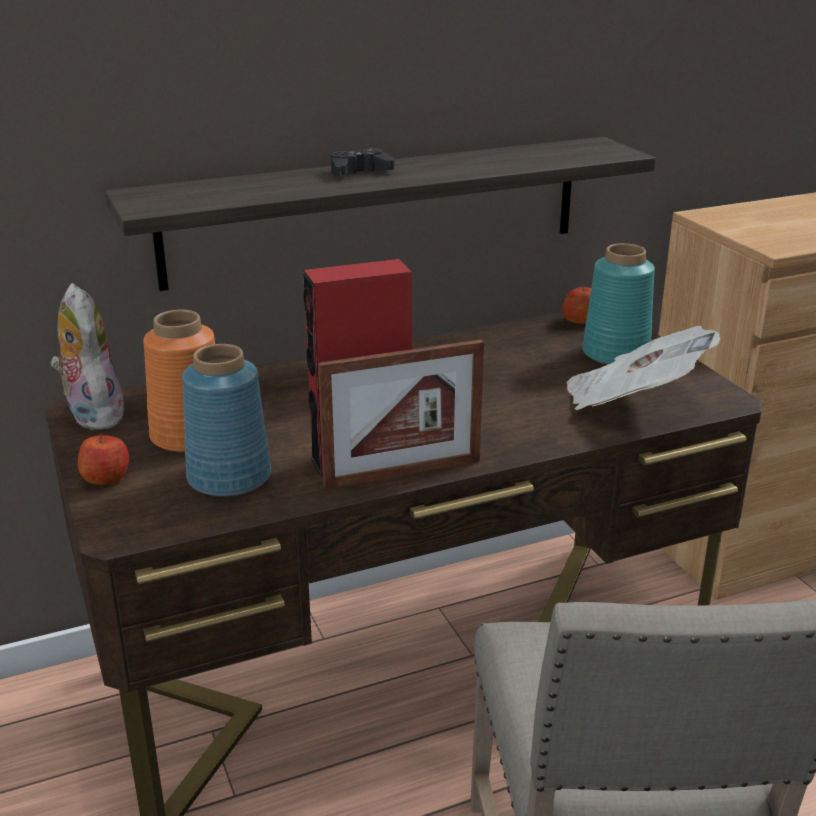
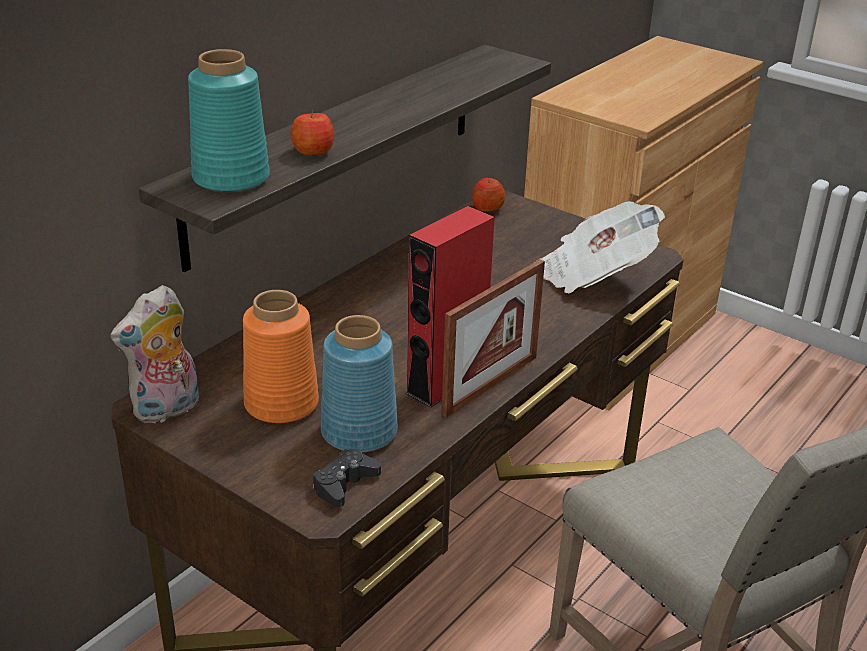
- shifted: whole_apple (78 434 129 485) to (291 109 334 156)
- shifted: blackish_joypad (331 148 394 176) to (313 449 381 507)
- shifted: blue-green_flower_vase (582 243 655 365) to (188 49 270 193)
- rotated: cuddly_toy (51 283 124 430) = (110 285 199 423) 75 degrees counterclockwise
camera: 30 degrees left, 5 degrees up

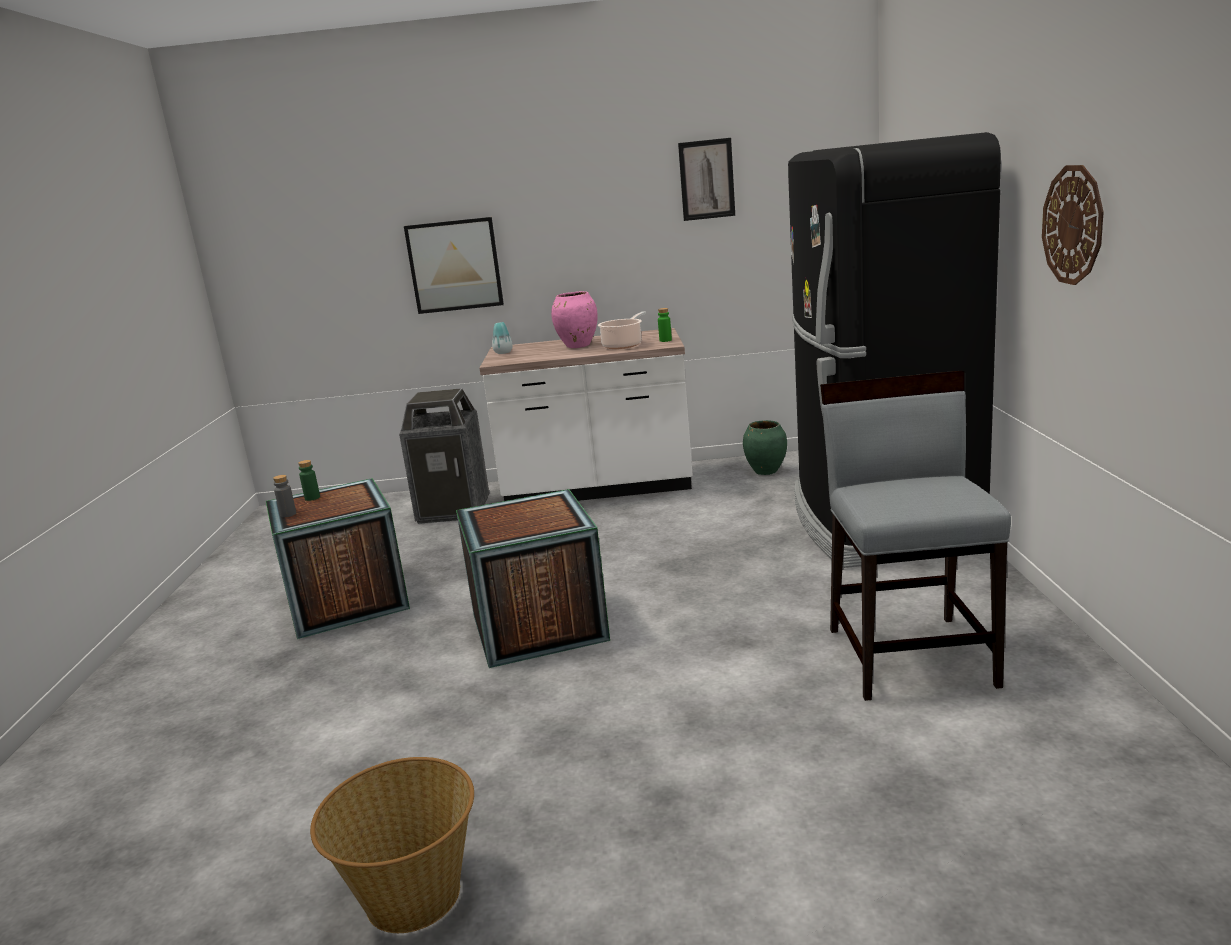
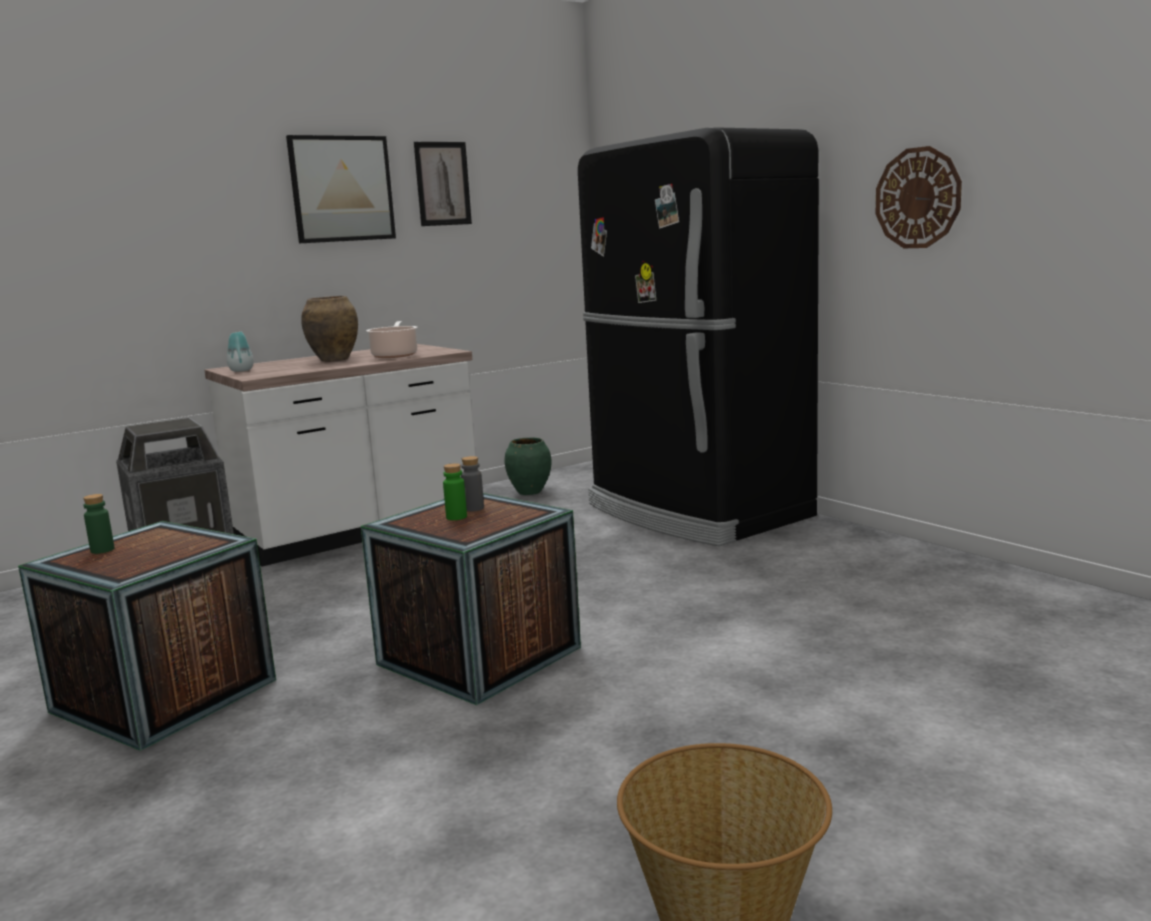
- gone: grey_chair (820 371 1011 701)
- shifted: grey_bottle (273 475 296 517) to (461 456 484 512)
- shifted: wall_picture (404 217 504 314) to (286 135 396 243)
- shifted: greenish_bottle (658 308 672 342) to (443 463 467 520)
- repainted: pinkish_flower_vase (551 291 598 348) to brownish_flower_vase (301 296 358 362)
camera: 35 degrees left, 5 degrees down

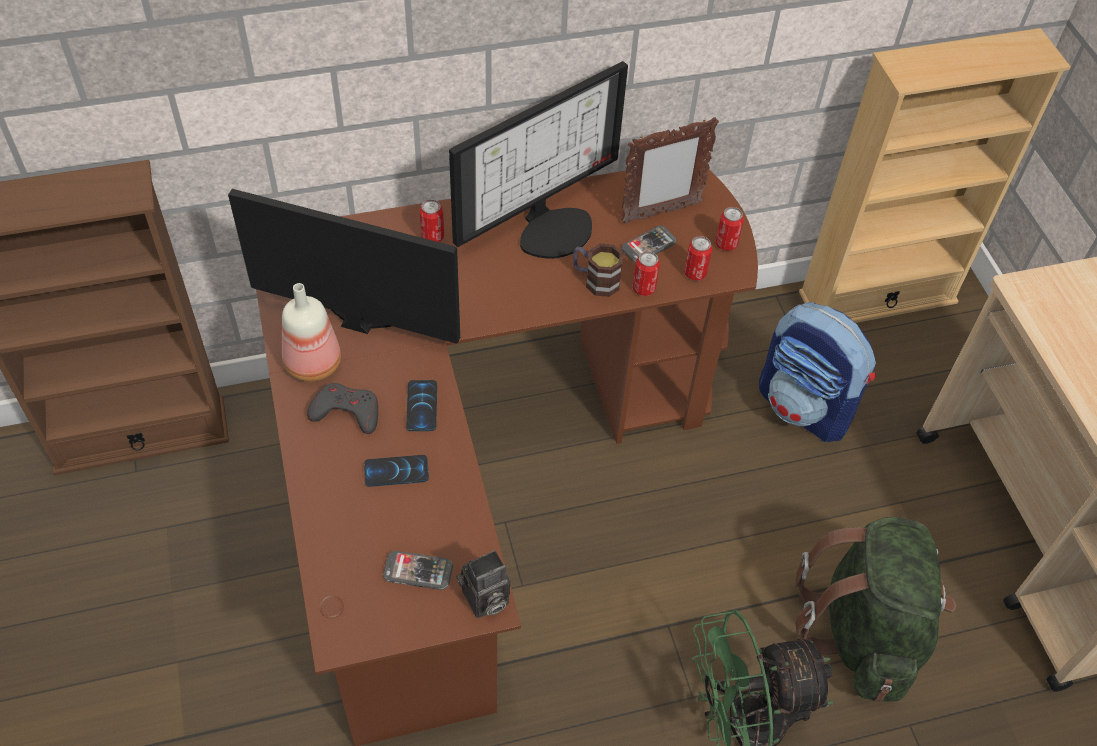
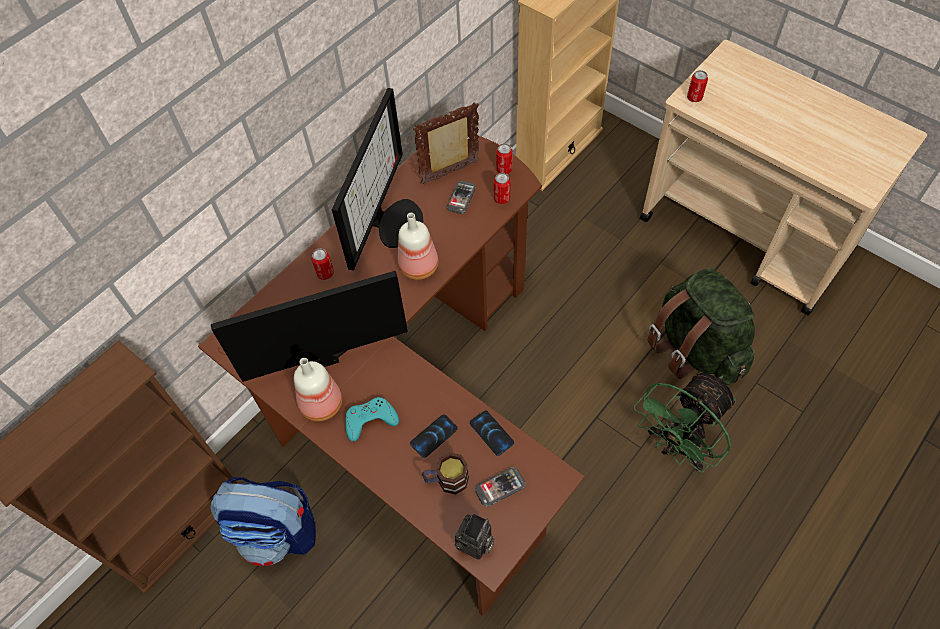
- new: bottle (398 213 438 280)
- shifted: handset (406 380 438 431) to (470 410 514 456)
- shifted: photo_camera (456 550 510 618) to (455 513 494 560)
- shifted: mug (573 243 623 297) to (422 452 469 495)
- shifted: sealed_can (633 251 660 296) to (687 70 708 102)
- shifted: backpack (759 302 876 442) to (210 477 316 566)
- repainted: grey_joypad (307 383 378 434) to blue-green_joypad (345 397 399 442)
- rotated: photo_frame (621 117 719 224) = (413 102 479 185) 150 degrees counterclockwise
camera: 30 degrees left, 5 degrees up

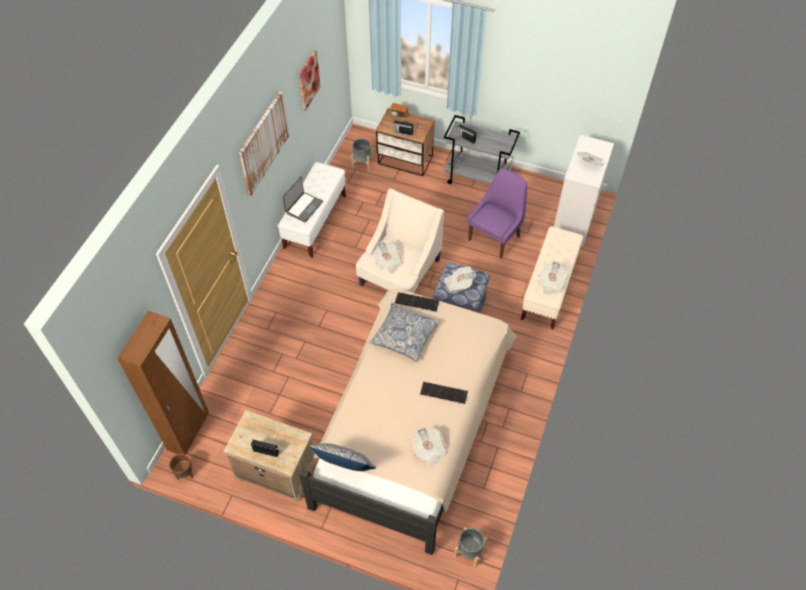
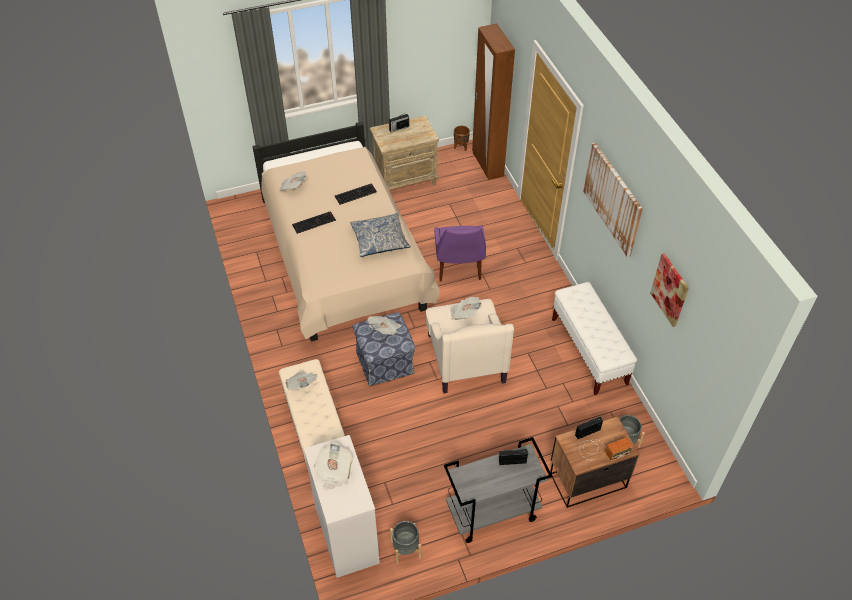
- gone: portable_computer (282 176 323 222)
- gone: pillow (309 443 376 471)
- shifted: computer_keyboard (395 292 439 312) to (335 183 377 205)
- shifted: grey_flower_pot (454 527 487 567) to (390 521 421 564)
- shifted: purplish_chair (467 169 527 258) to (434 225 486 282)
camera: 140 degrees right, 5 degrees down

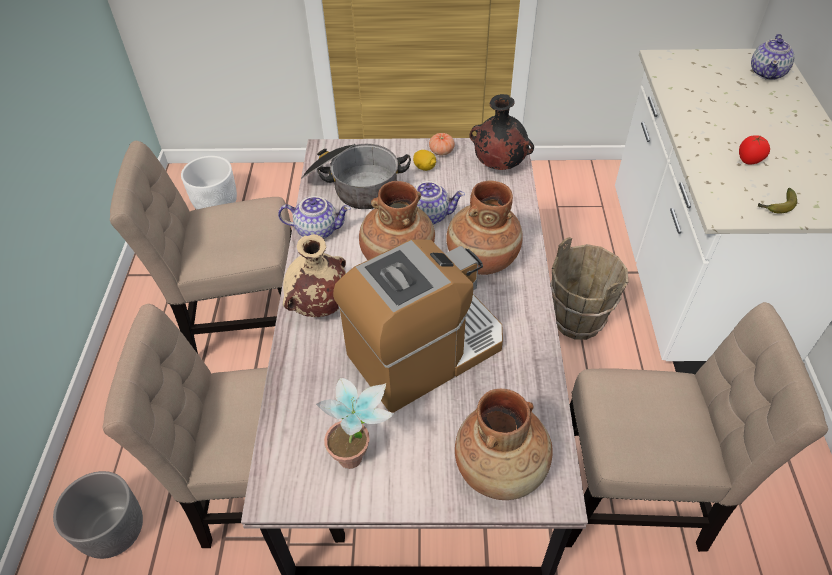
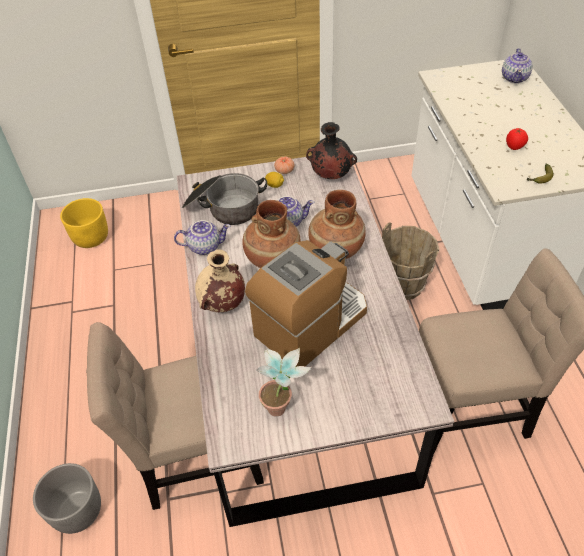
- gone: beige-coloured_chair (110 141 292 353)
- gone: brownish_flower_vase (455 389 552 500)
- repainted: white_flower_pot (181 156 237 210) to yellowish_flower_pot (60 198 108 248)
camera: 10 degrees left, 0 degrees up

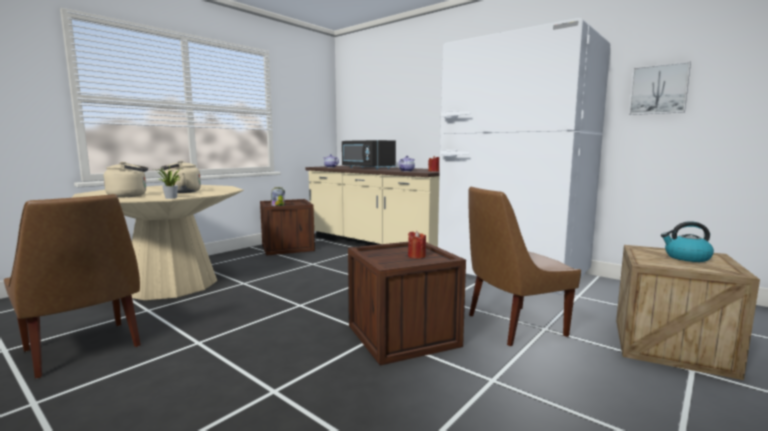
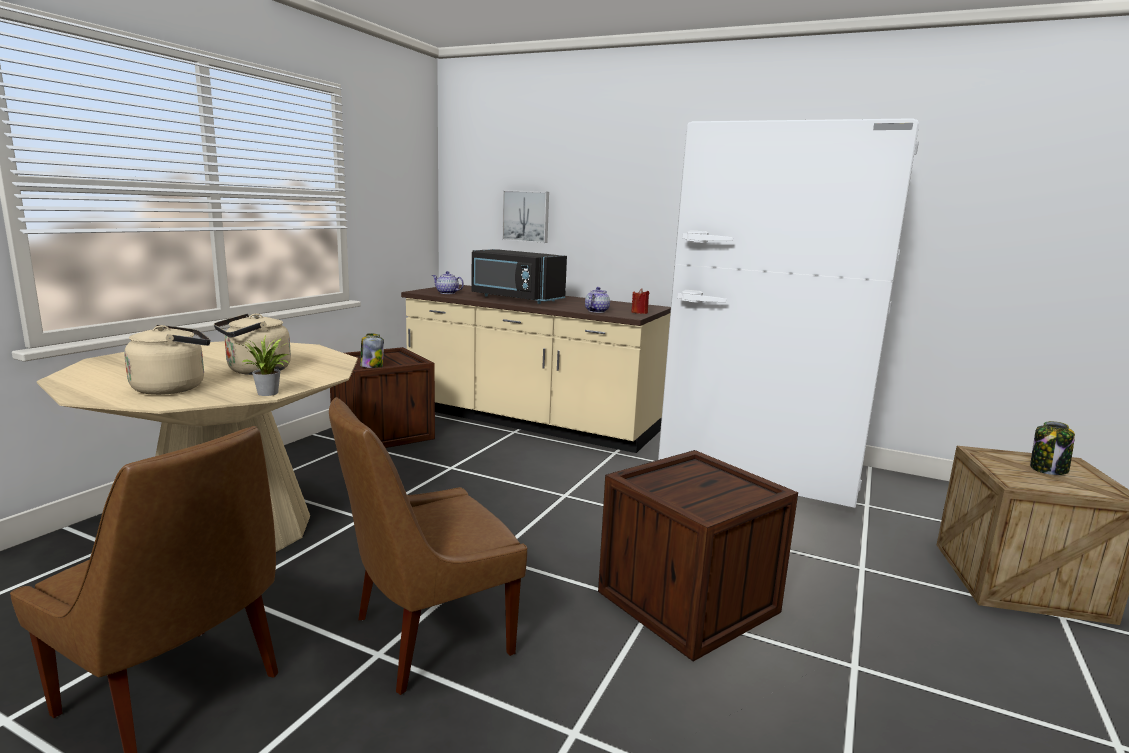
- gone: red-coloured_wax_light (408 231 426 259)
- shifted: brownish_chair (468 186 581 346) to (329 397 527 695)
- shifted: wall_picture (629 61 691 115) to (502 190 549 243)
- swapped: water_kettle (661 221 714 262) to jar (1030 421 1075 475)
camera: 15 degrees left, 5 degrees up

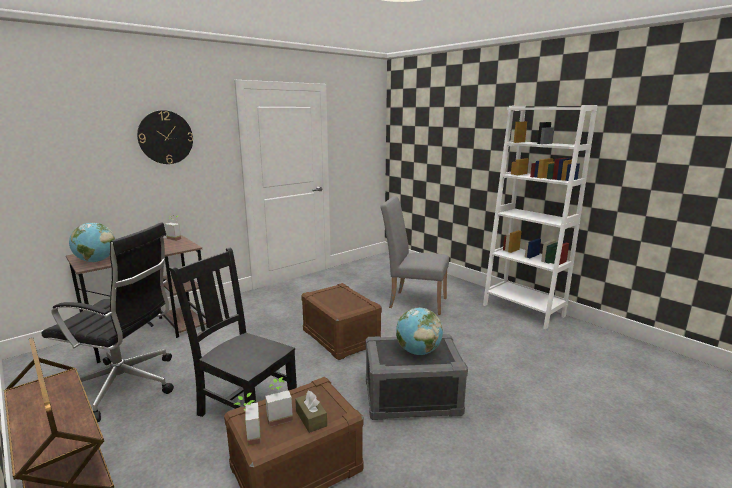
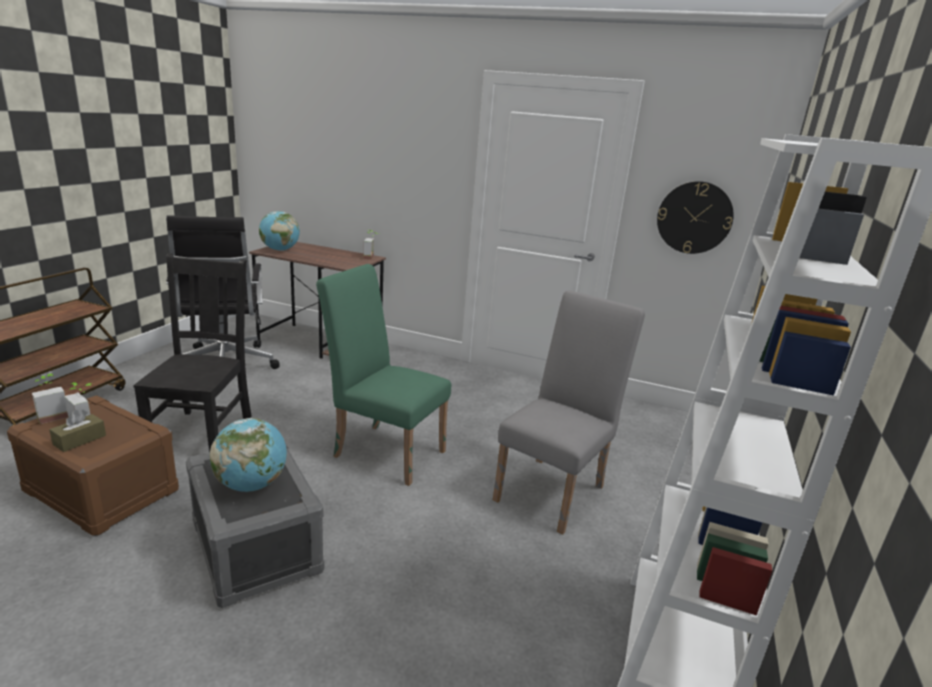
- shifted: hanging_clock (137 110 193 164) to (657 181 734 254)
- swapped: brownish_storage_container (301 283 382 360) to greenish_chair (316 264 451 486)
- rotated: grey_chair (381 196 449 315) = (493 290 645 534) 45 degrees clockwise
camera: 60 degrees right, 5 degrees up

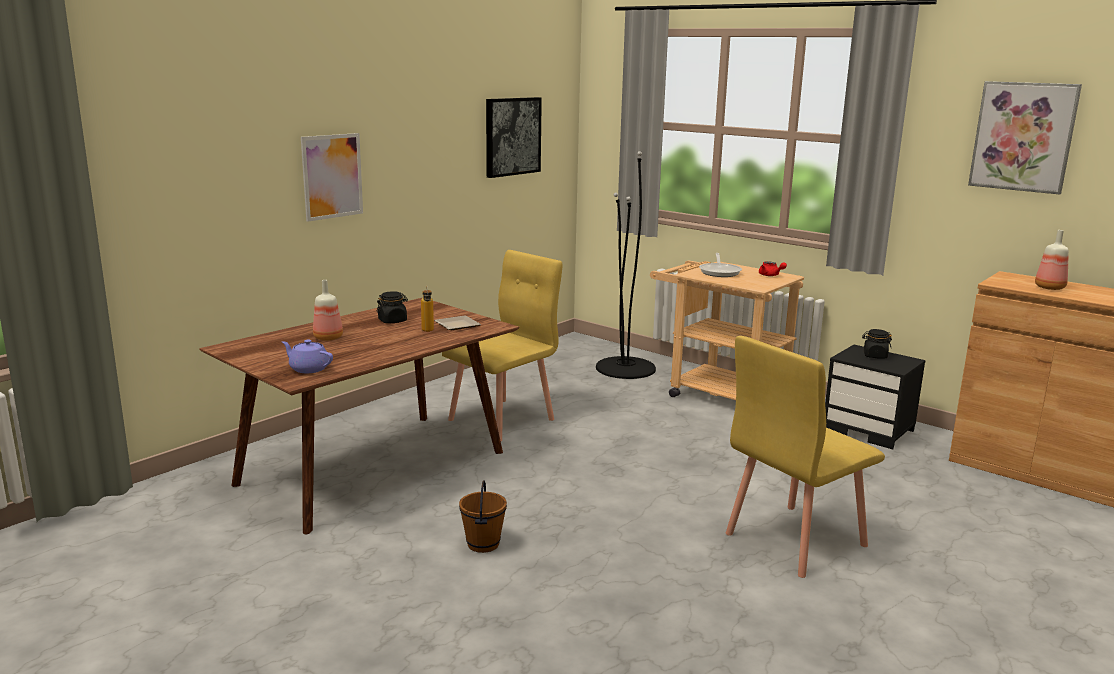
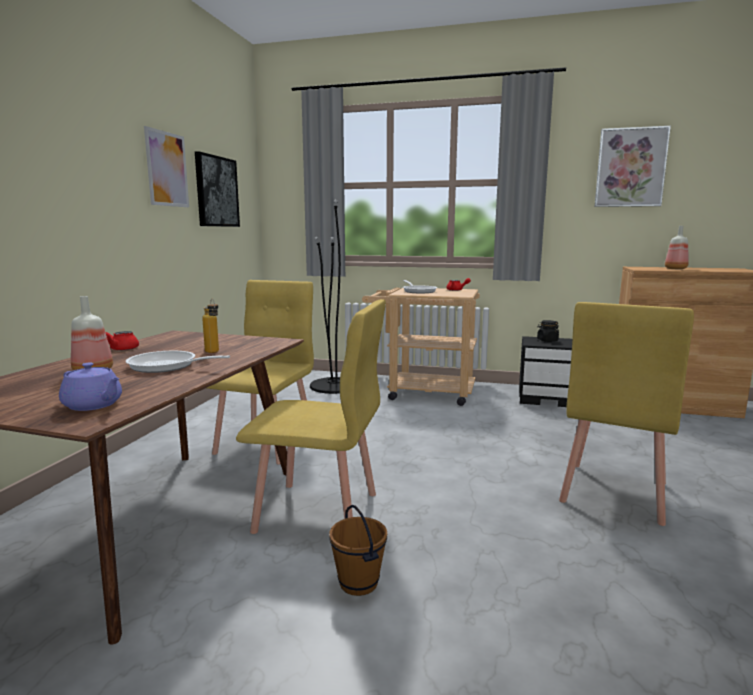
- gone: blackish_jar (377 291 408 323)
- gone: dinner_plate (434 315 481 330)
- new: red-coloured_pot_for_tea (105 331 139 350)
- new: pan (126 351 230 373)
- new: yellowish_chair (236 299 386 534)
- shifted: wall_picture (301 133 363 222) to (144 126 189 207)
- rotated: purplish_pot_for_tea (282 340 333 373) = (59 363 122 411) 150 degrees counterclockwise
camera: 25 degrees left, 5 degrees down

